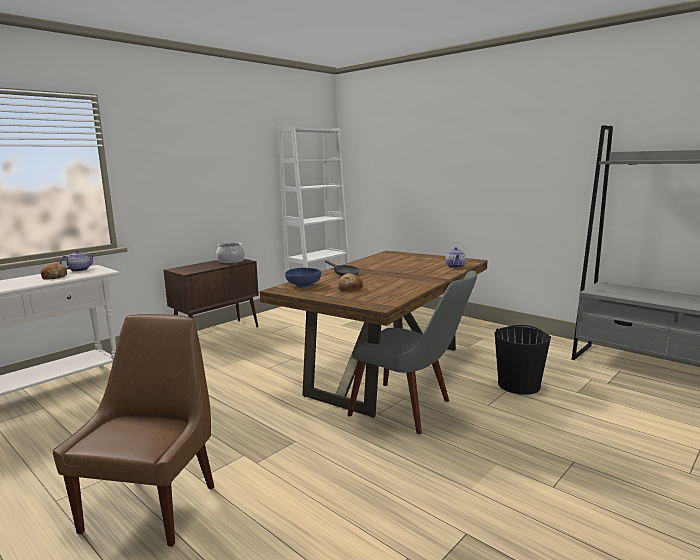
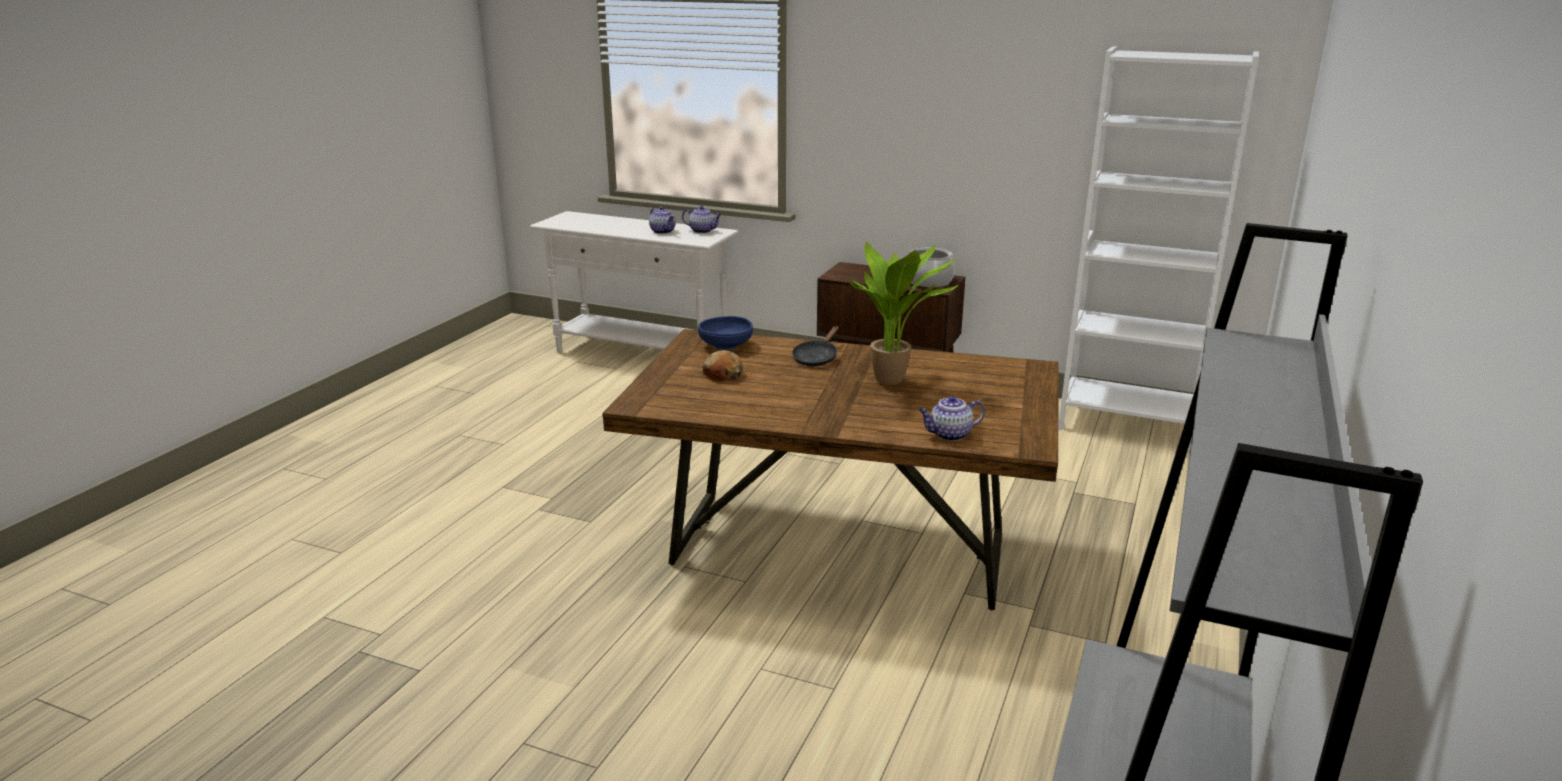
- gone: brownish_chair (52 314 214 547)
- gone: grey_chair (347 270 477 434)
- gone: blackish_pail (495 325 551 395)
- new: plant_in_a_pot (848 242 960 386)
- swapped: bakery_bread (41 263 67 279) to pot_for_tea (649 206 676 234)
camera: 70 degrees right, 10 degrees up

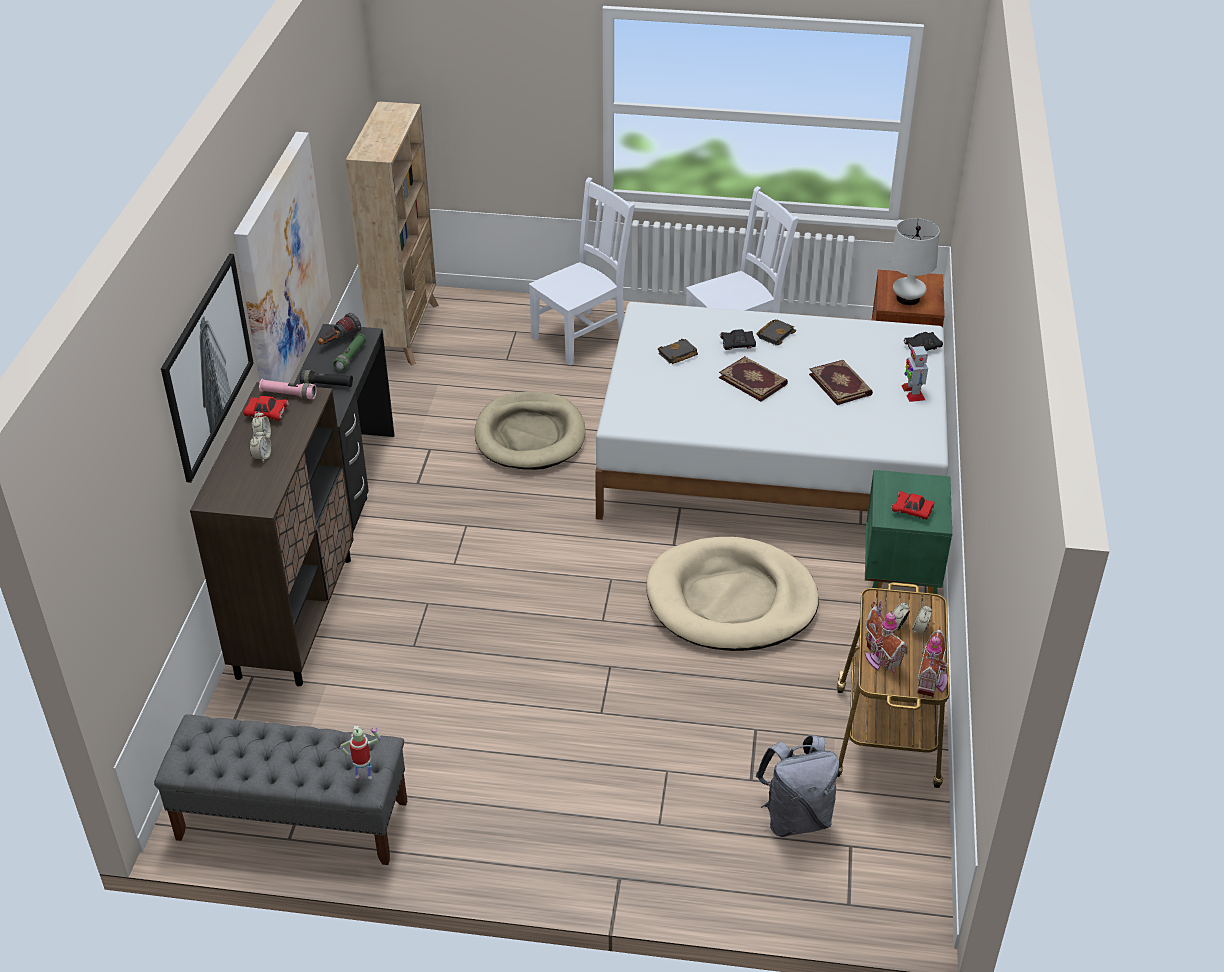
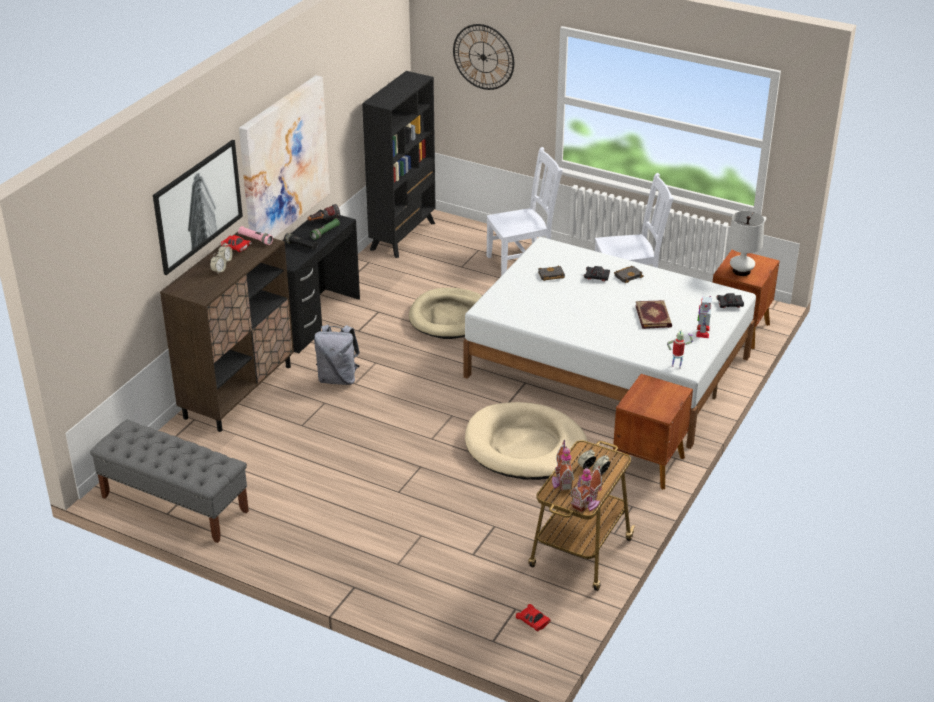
- gone: volume (719 356 788 402)
- new: hanging_clock (453 24 514 90)
- shifted: model_robot (340 726 381 779) to (667 329 693 369)
- shifted: grey_backpack (756 735 839 837) to (314 325 360 385)
- shifted: red-coloured_toy_car (891 491 935 520) to (516 604 551 631)
- repainted: beige-coloured_shelving_unit (345 101 439 365) to blackish_shelving_unit (362 71 436 258)
- repainted: greenish_nightstand (865 470 952 609) to brownish_nightstand (613 374 693 490)
camera: 20 degrees right, 5 degrees down

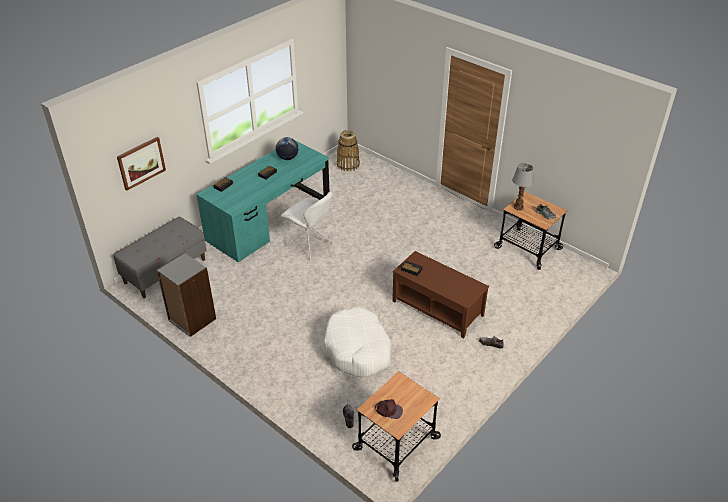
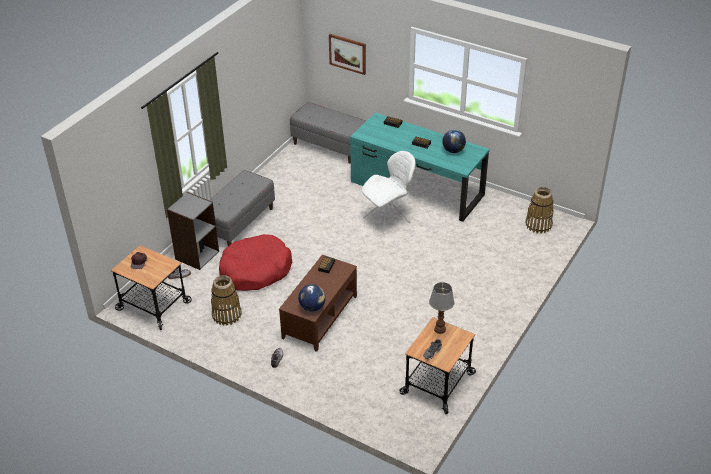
- new: grey_indoor_bench (209 170 275 246)
- new: household_basket (211 275 241 326)
- new: globe (298 284 326 312)
- shifted: grey_shelving_unit (156 253 216 337) to (167 192 219 270)
- repainted: white_pet_bed (324 307 392 377) to red-coloured_pet_bed (219 234 292 291)
- rotated: white_chair (280 191 333 261) = (362 151 416 236) 150 degrees counterclockwise
camera: 80 degrees right, 0 degrees up

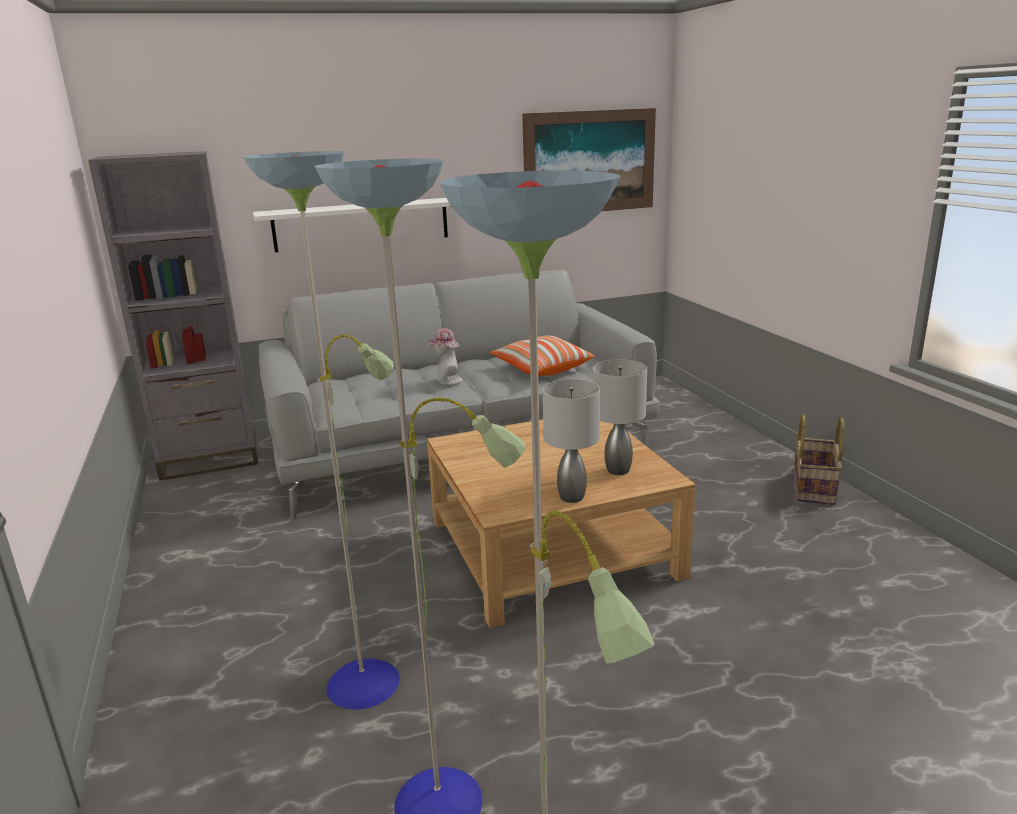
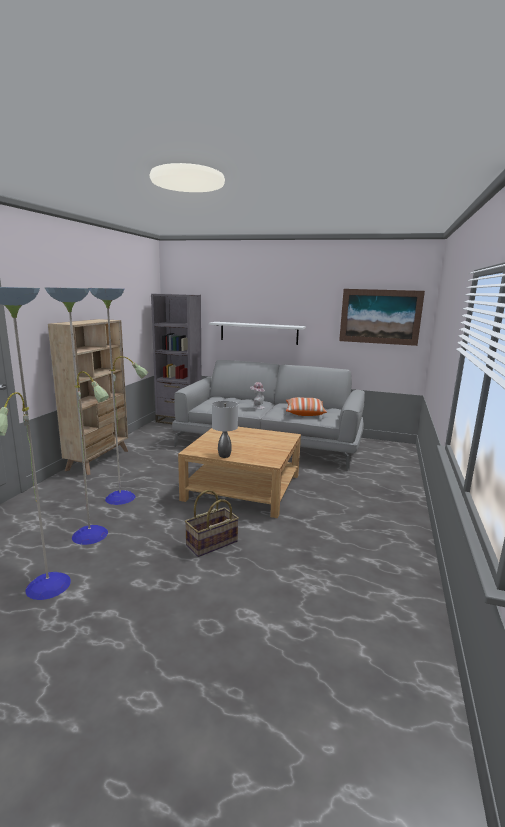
- gone: grey_tabletop_lamp (593 360 647 475)
- new: beige-coloured_shelving_unit (48 319 128 475)
- shifted: household_basket (794 414 845 505) to (185 490 239 557)
camera: 35 degrees right, 5 degrees down

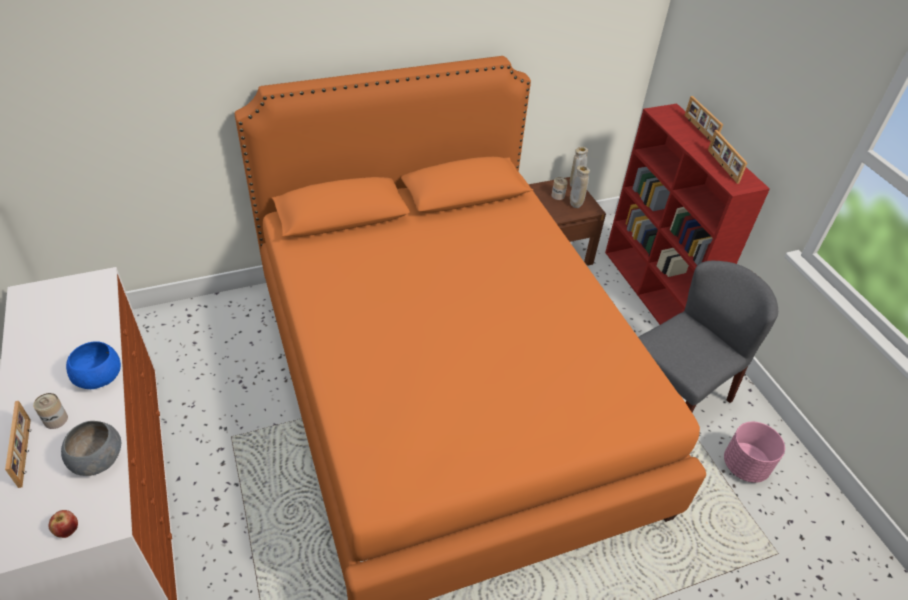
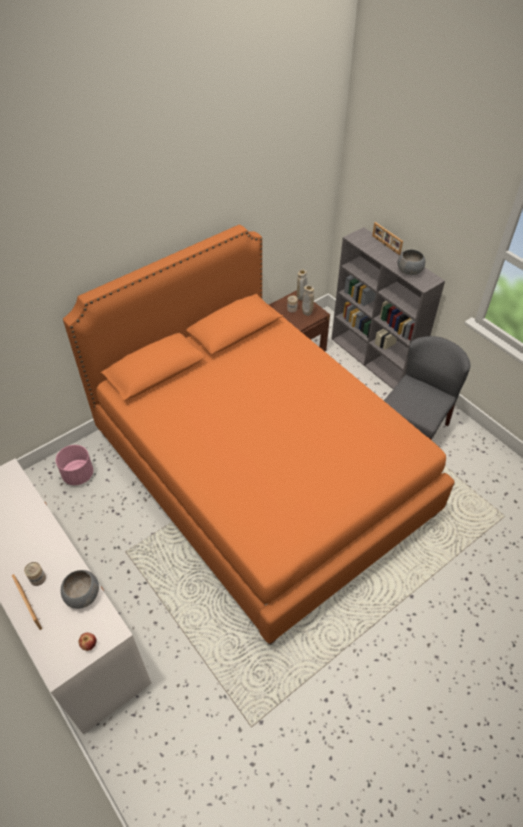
- gone: blue-coloured_deep_dish (66 341 121 389)
- shifted: pinkish_flower_pot (724 422 785 483) to (56 445 93 485)
- swapped: photo_frame (708 130 747 184) to grey_deep_dish (397 249 425 275)
- repainted: red-coloured_shelving_unit (605 104 770 325) to grey_shelving_unit (331 227 445 389)
camera: 15 degrees left, 5 degrees up

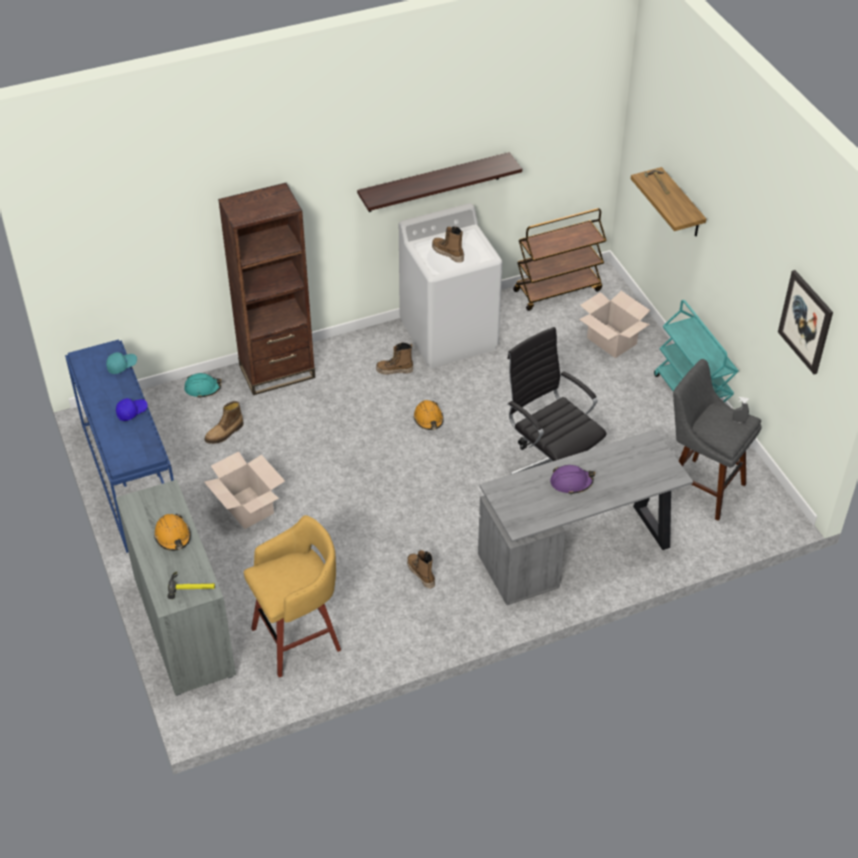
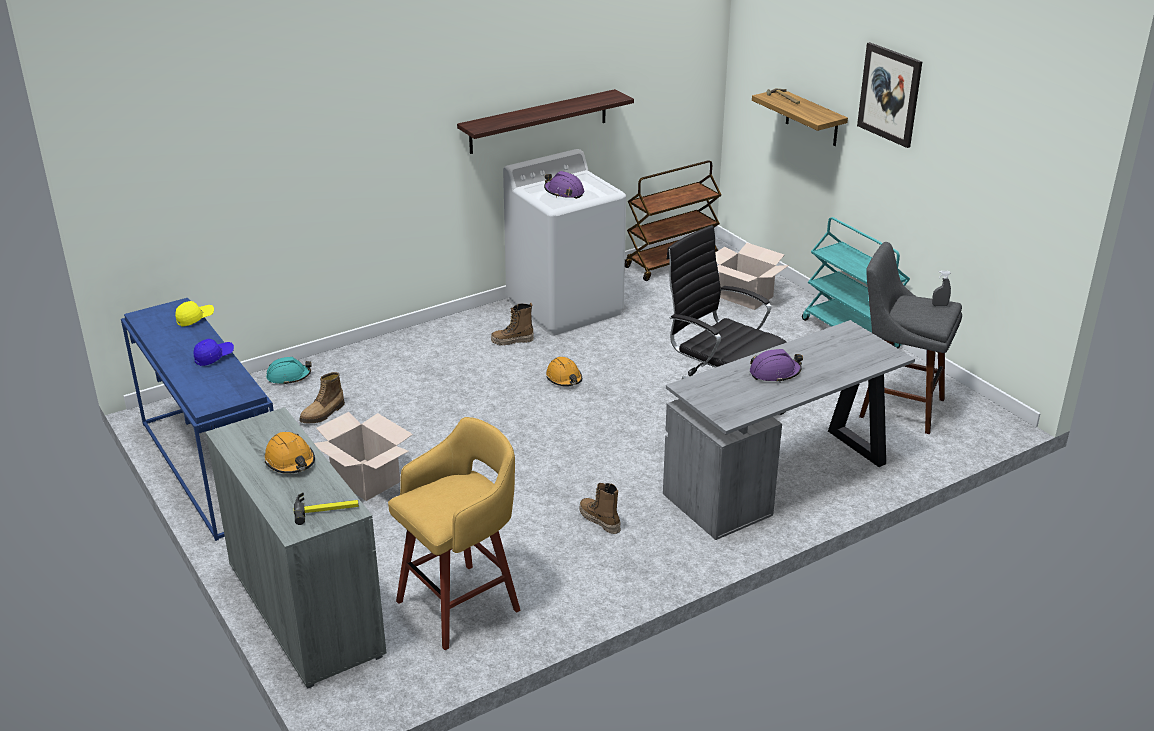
- gone: brownish_shelving_unit (218 183 315 395)
- shifted: wall_picture (778 270 833 374) to (857 42 922 148)
- swapped: boot (432 227 464 263) to purplish_work_helmet (544 171 584 199)
- repainted: blue-green_peaked_cap (106 352 137 374) to yellowish_peaked_cap (175 301 214 326)
camera: 10 degrees left, 15 degrees down

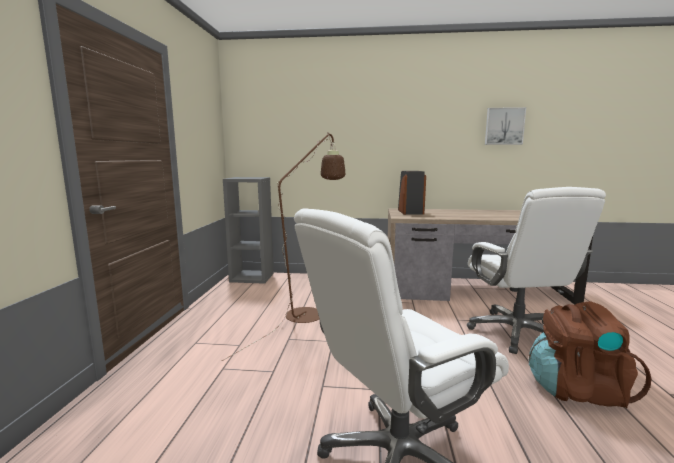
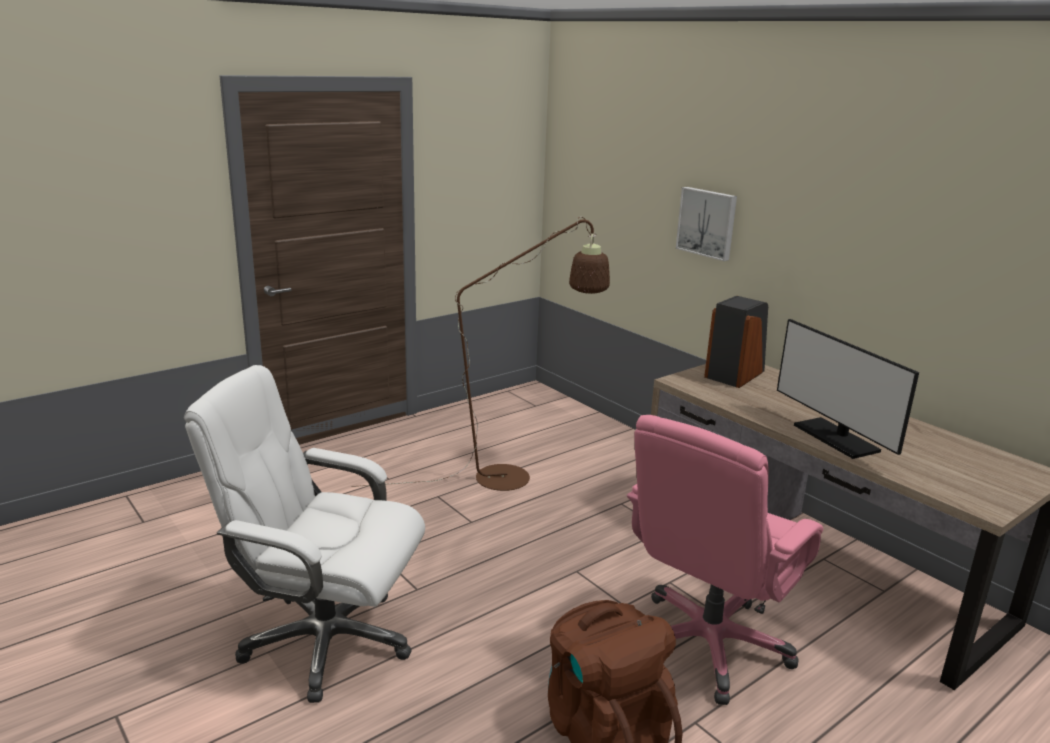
- gone: grey_shelving_unit (223 177 274 284)
- new: computer_screen (777 319 919 459)
- shifted: wall_picture (485 107 526 145) to (676 187 737 261)
- repainted: white_office_chair (467 187 606 354) to pinkish_office_chair (627 415 823 705)
camera: 45 degrees right, 10 degrees up

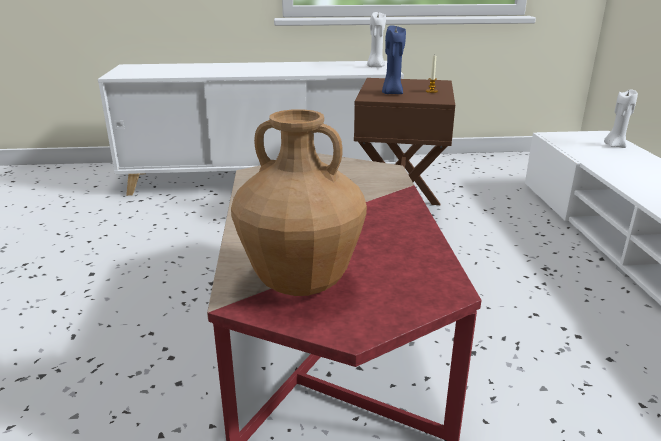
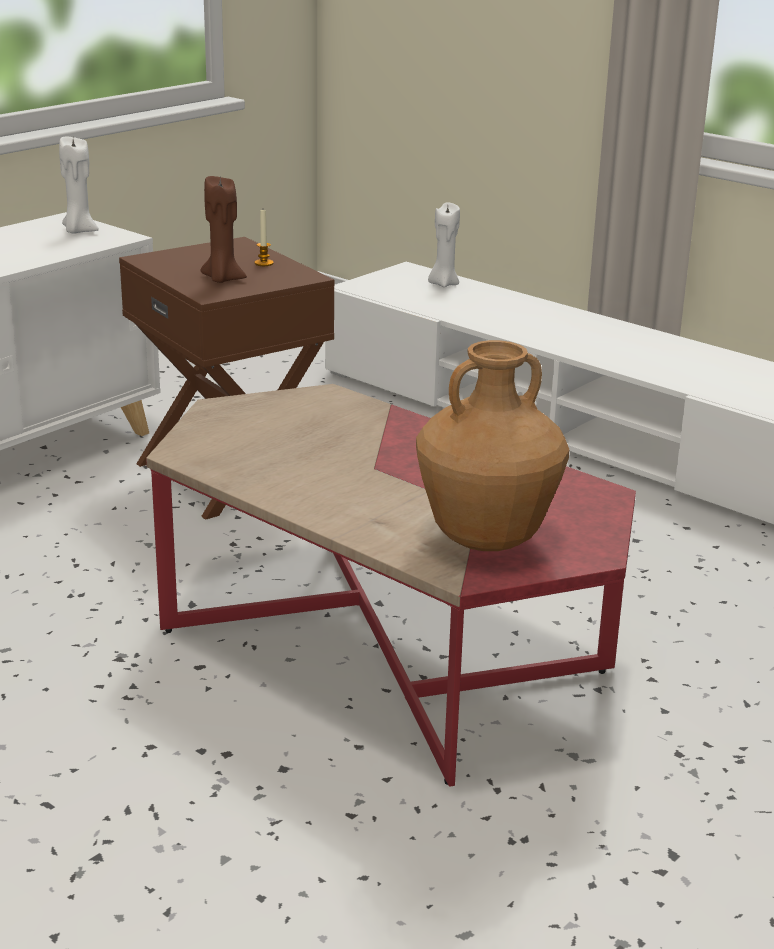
- repainted: blue-coloured_wax_light (382 26 406 94) to brownish_wax_light (200 176 247 283)
camera: 45 degrees left, 0 degrees up

